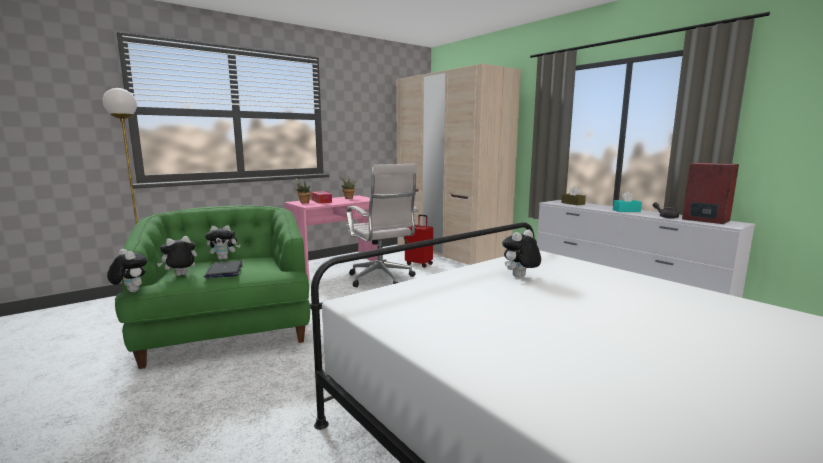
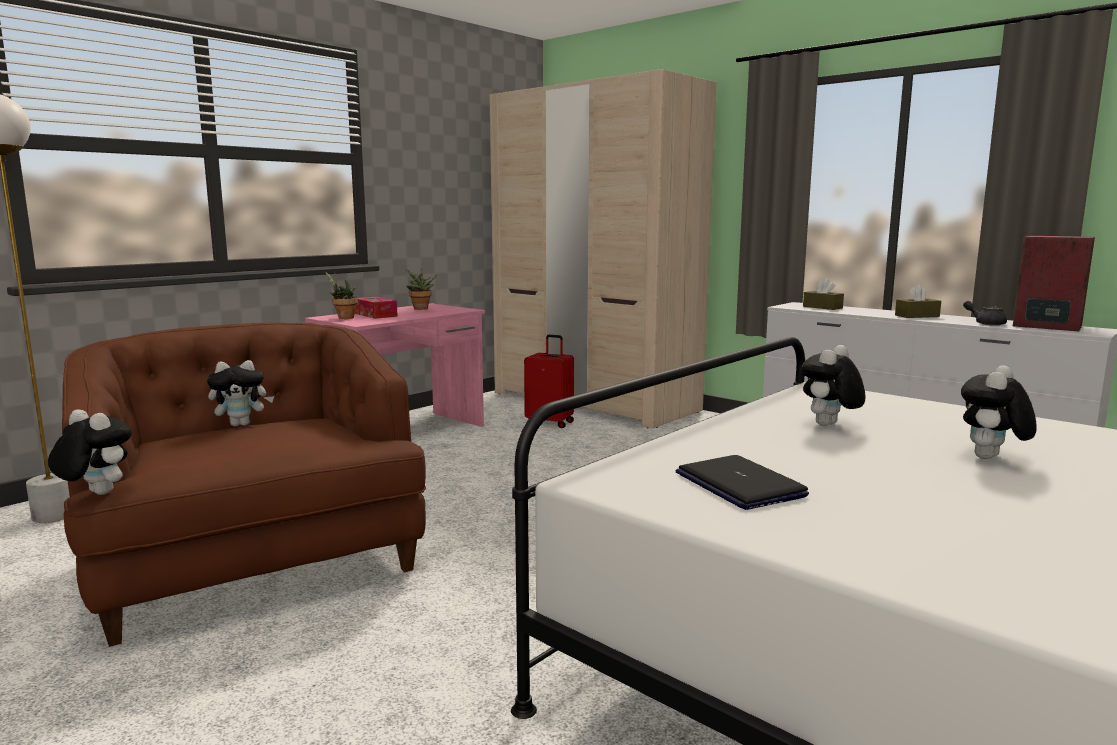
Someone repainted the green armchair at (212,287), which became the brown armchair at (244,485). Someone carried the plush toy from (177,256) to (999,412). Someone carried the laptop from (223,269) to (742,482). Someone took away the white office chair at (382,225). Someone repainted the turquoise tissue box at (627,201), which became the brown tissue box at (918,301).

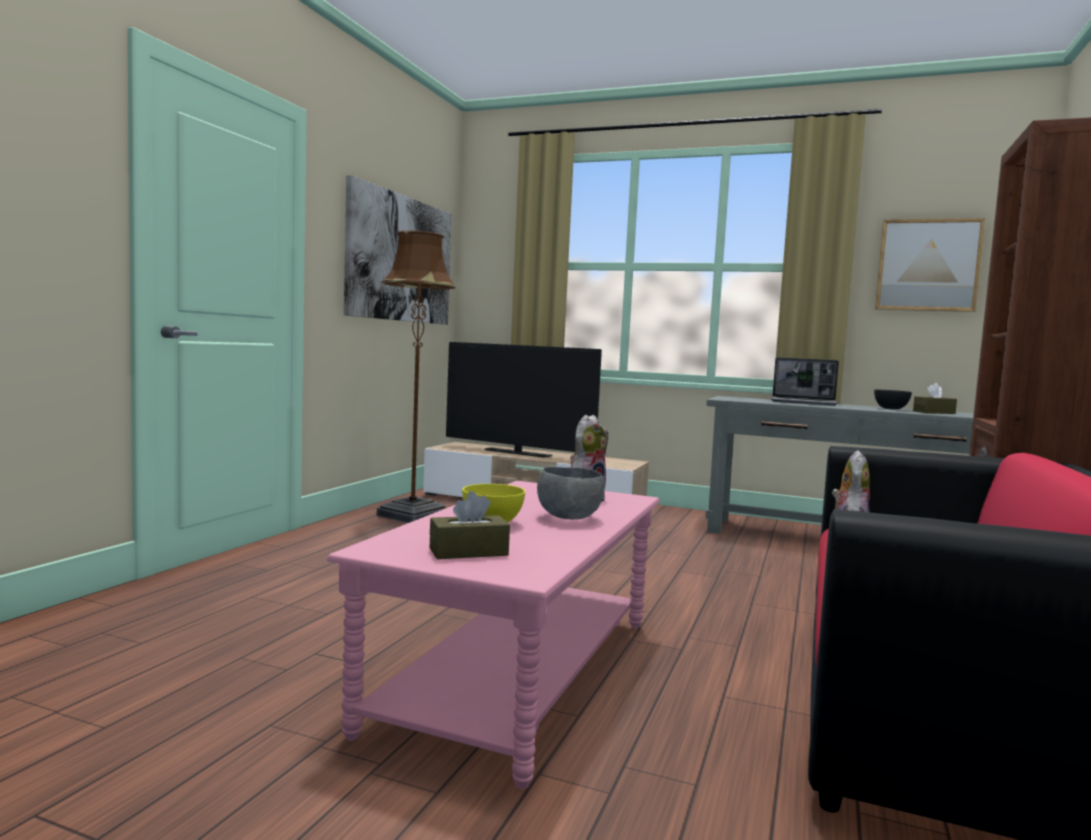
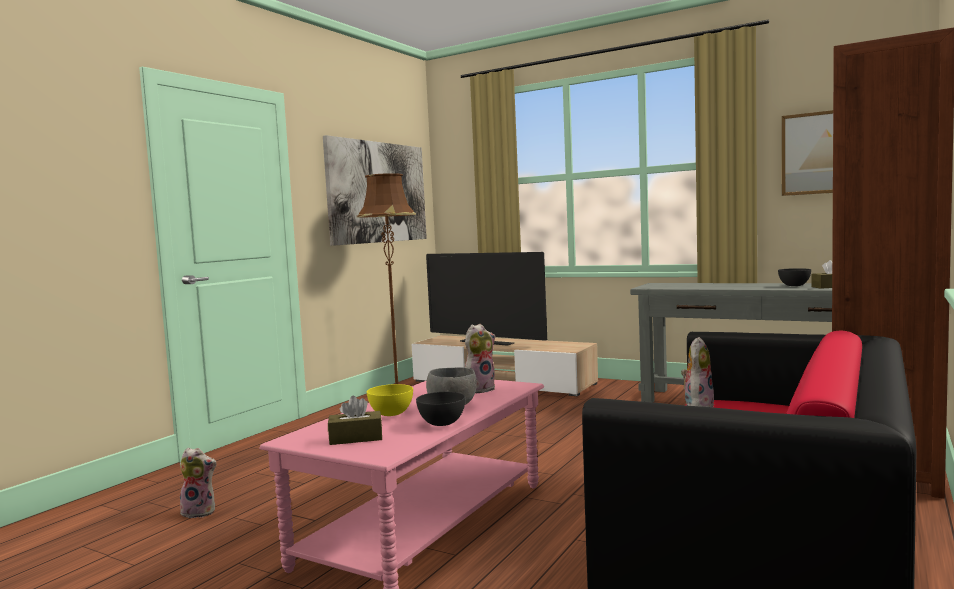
Someone took away the laptop at (805,381). Someone put down the plush toy at (198,483). Someone put down the grey bowl at (440,409).

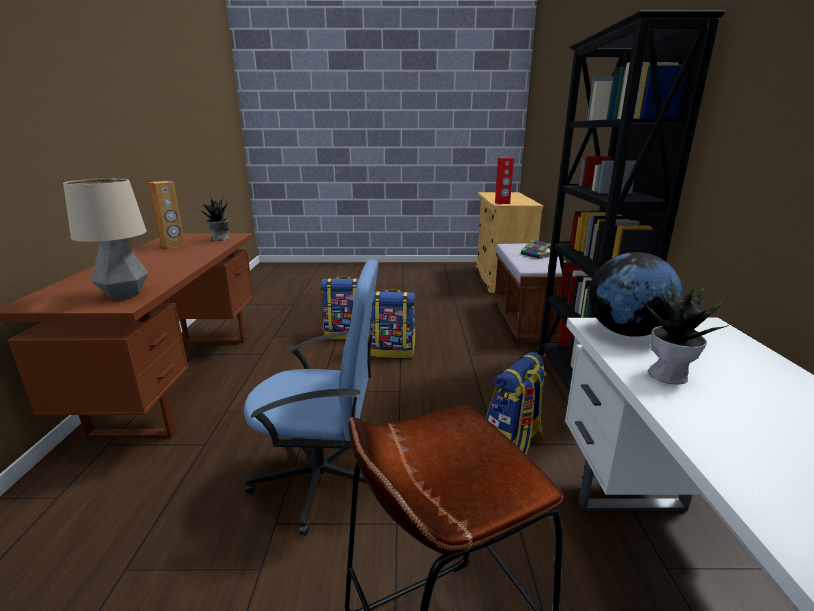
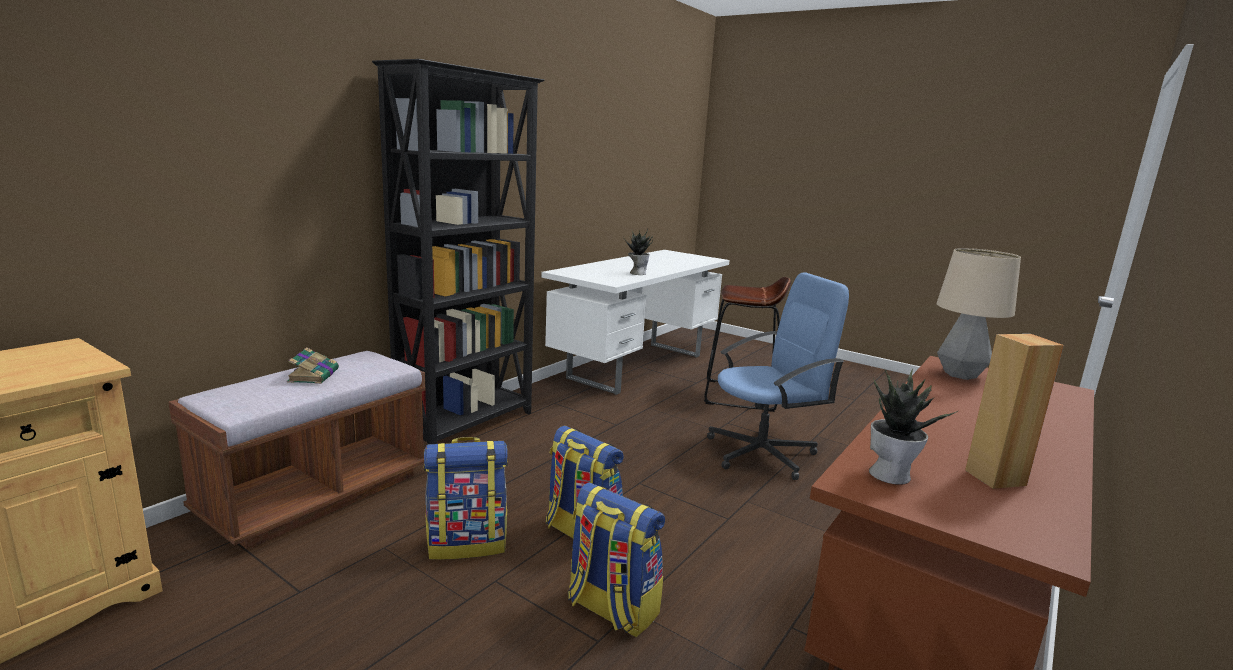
Someone rotated the blue office chair at (311,398) by 120 degrees clockwise. Someone carried the backpack from (516,403) to (466,498). Someone took away the red speaker at (504,181). Someone took away the globe at (636,294).

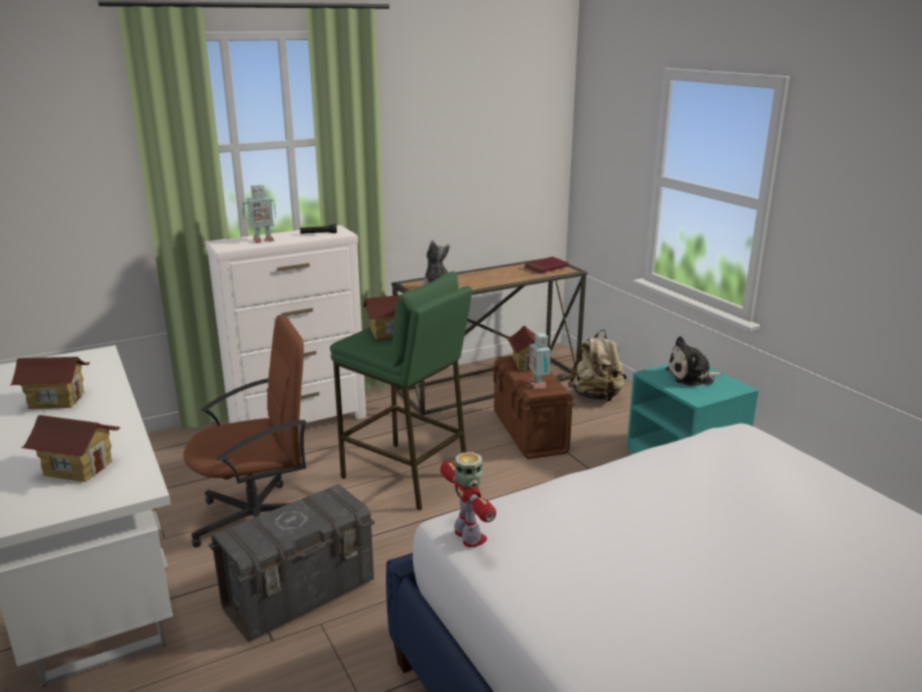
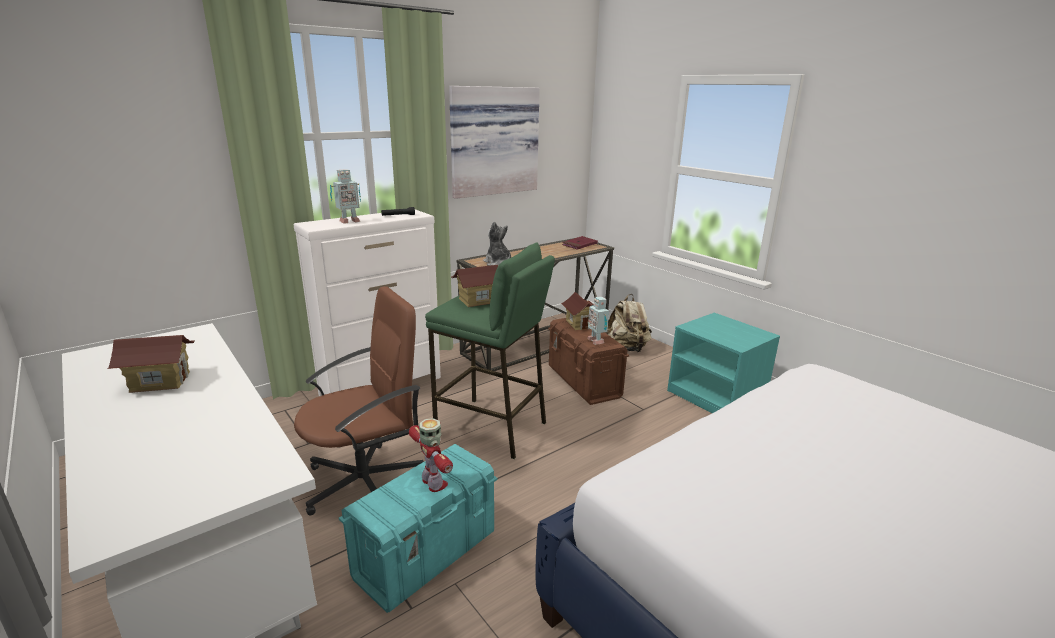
Someone took away the toy house at (71,448). Someone repainted the grey storage box at (292,563), which became the turquoise storage box at (418,528). Someone carried the toy robot from (468,499) to (431,455). Someone took away the plush toy at (694,361). Someone put up the picture at (494,142).

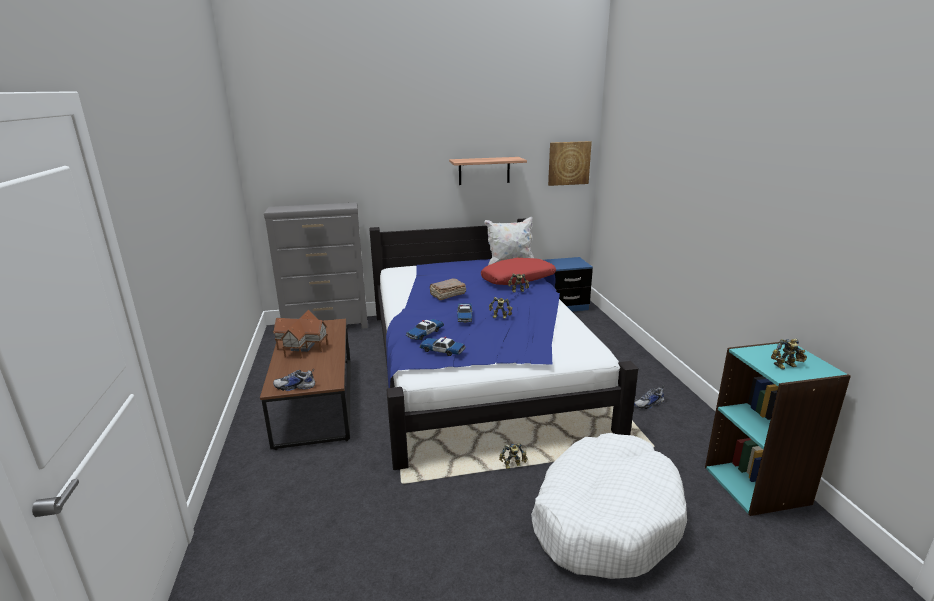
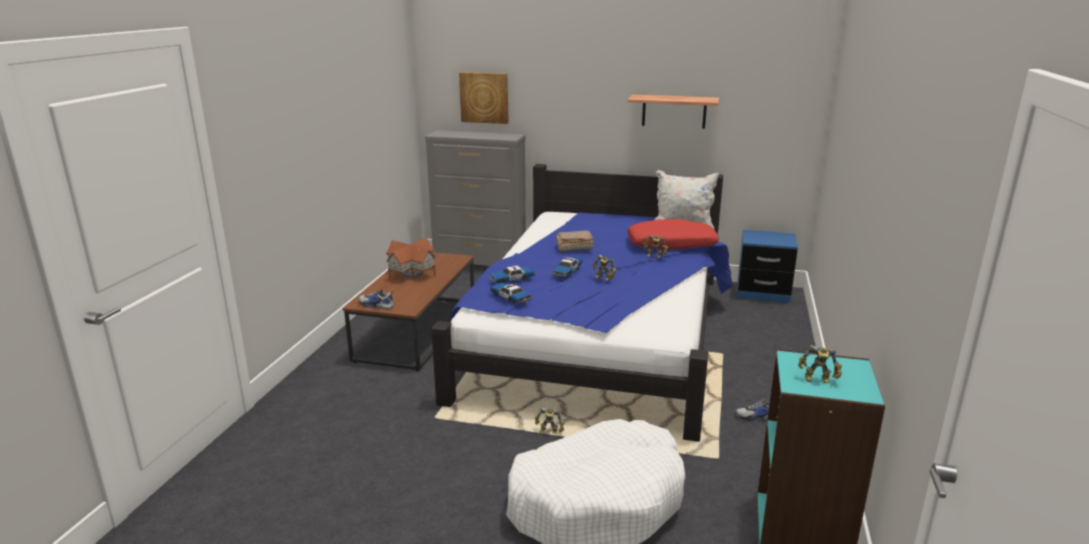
Someone carried the picture from (570,163) to (484,98).

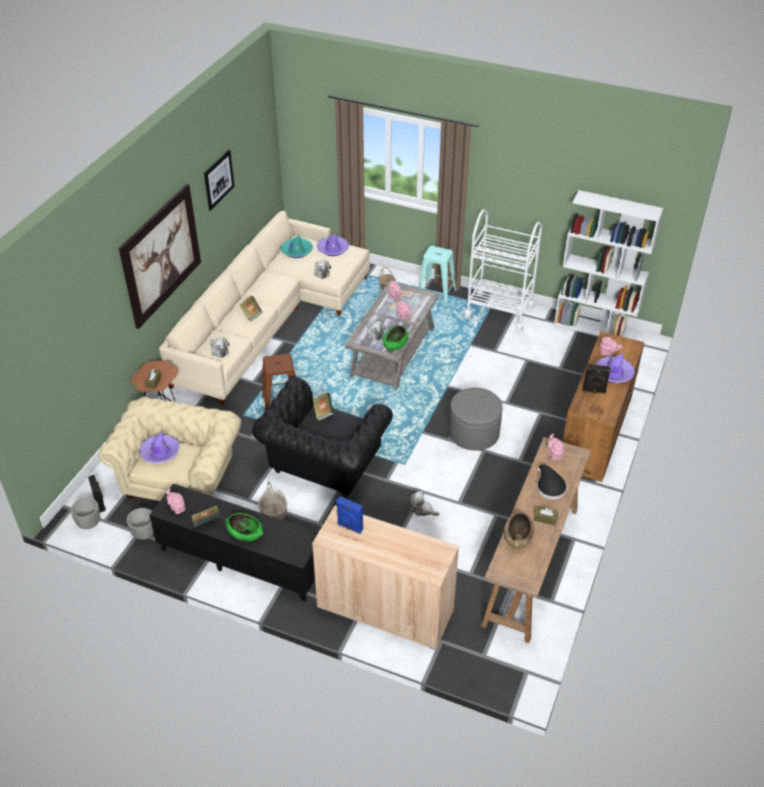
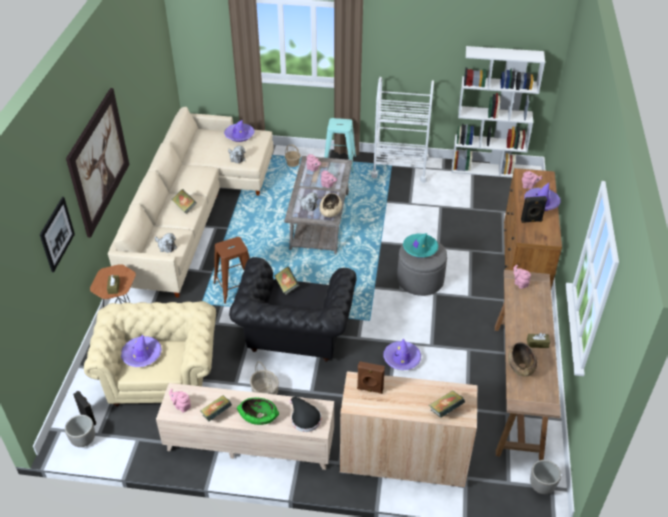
Someone carried the planter from (140,524) to (545,477). Someone repainted the black tv stand at (234,542), which became the beige tv stand at (245,426). Someone carried the picture from (219,180) to (57,234). Someone carried the turquoise hat from (297,247) to (421,245). Someone repainted the blue speaker at (349,515), which became the brown speaker at (371,377). Someone repainted the green bowl at (395,337), which became the beige bowl at (330,205). Someone swapped the plush toy at (425,503) for the purple hat at (402,354). Someone carried the black hat from (552,482) to (305,414). Someone put down the book at (447,404).

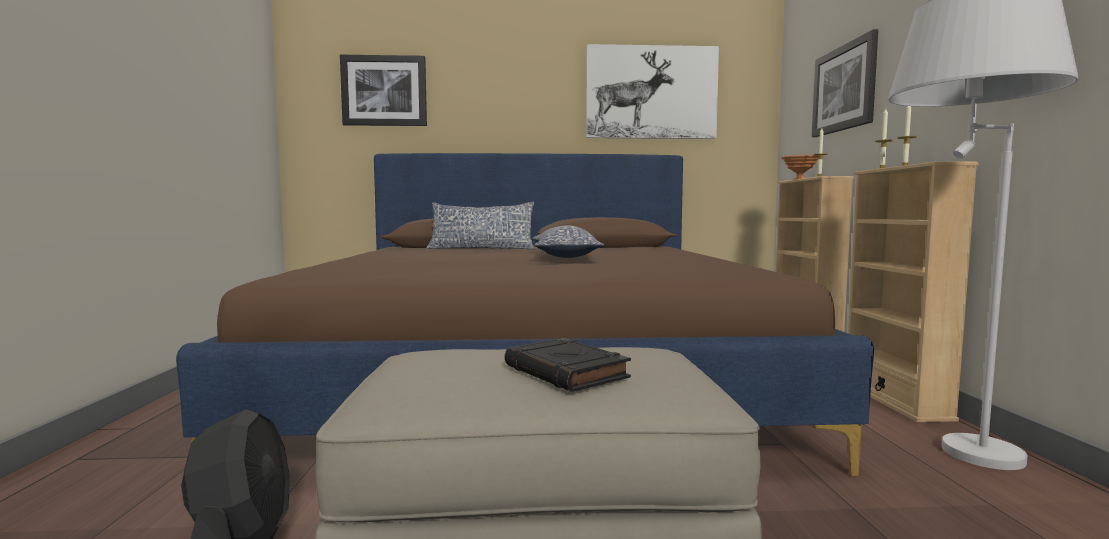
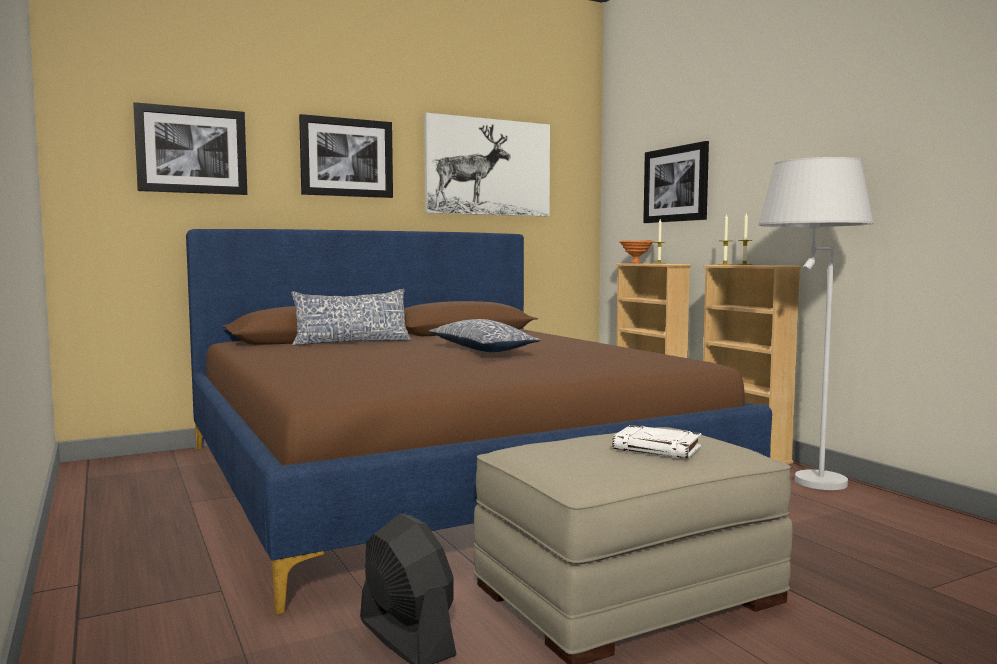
Someone repainted the black book at (568,365), which became the white book at (657,441). Someone put up the picture at (346,156).

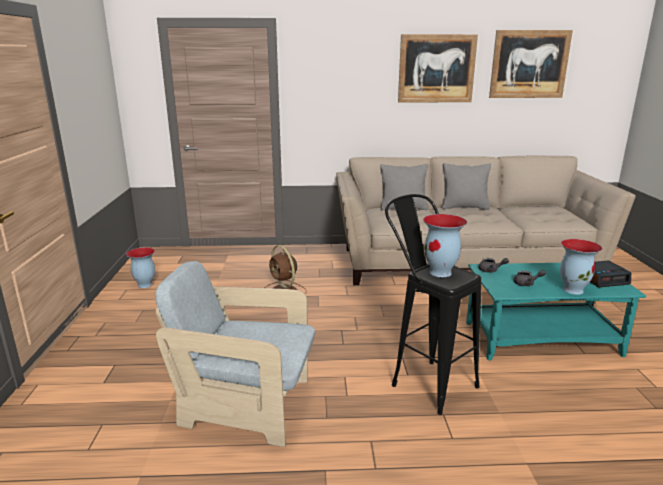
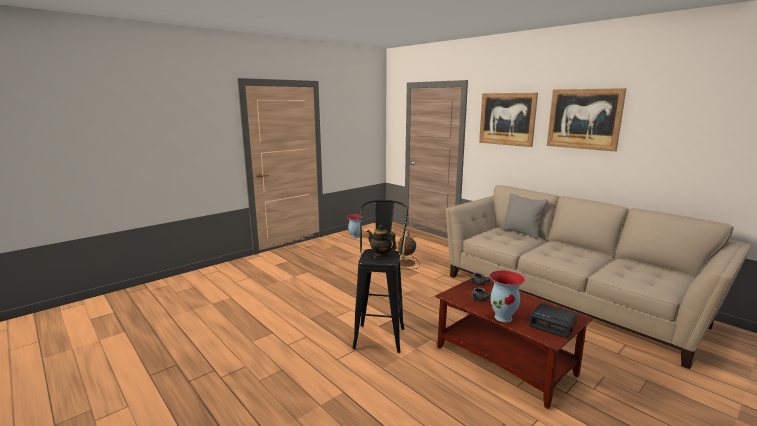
Someone took away the beige armchair at (235,354). Someone swapped the vase at (445,245) for the teapot at (382,241). Someone took away the grey pillow at (466,186). Someone repainted the turquoise coffee table at (556,311), which became the brown coffee table at (514,344). Someone carried the picture from (531,64) to (508,120).

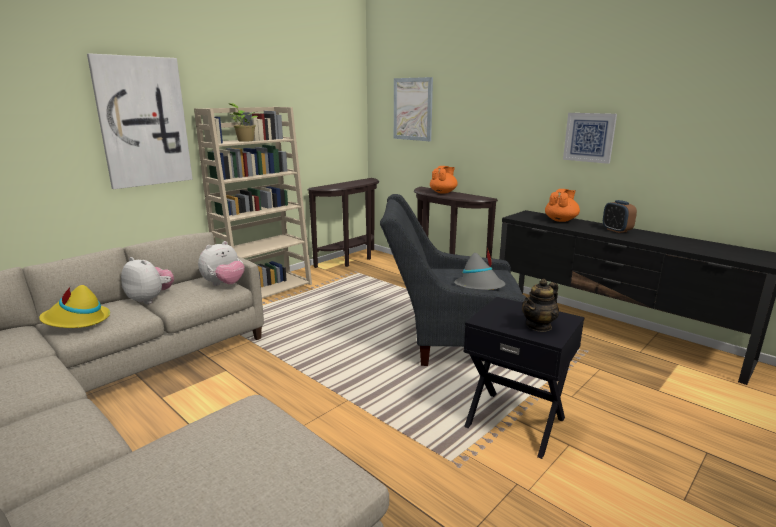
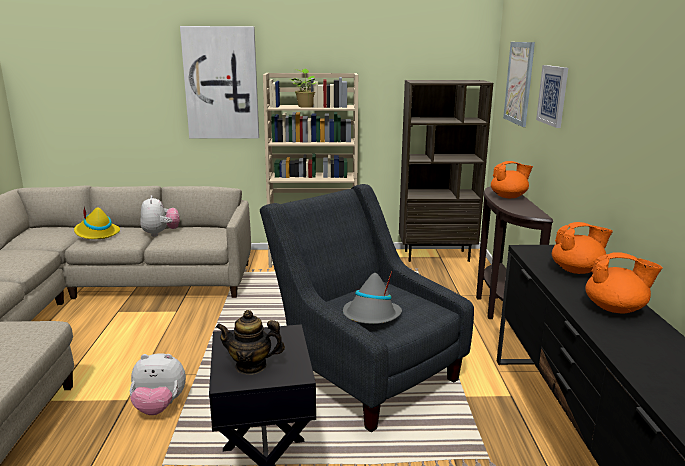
Someone carried the plush toy from (221,263) to (158,384). Someone swapped the brown console table at (343,223) for the brown bookcase at (446,171). Someone carried the picture from (590,138) to (552,96). Someone swapped the alarm clock at (620,216) for the orange teapot at (624,282).

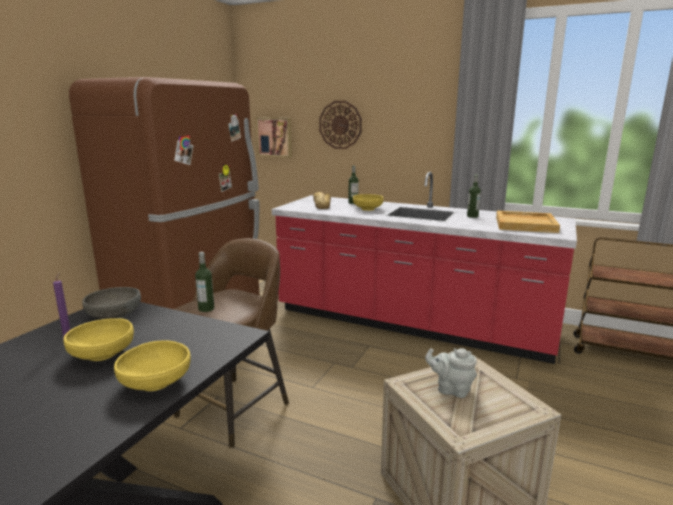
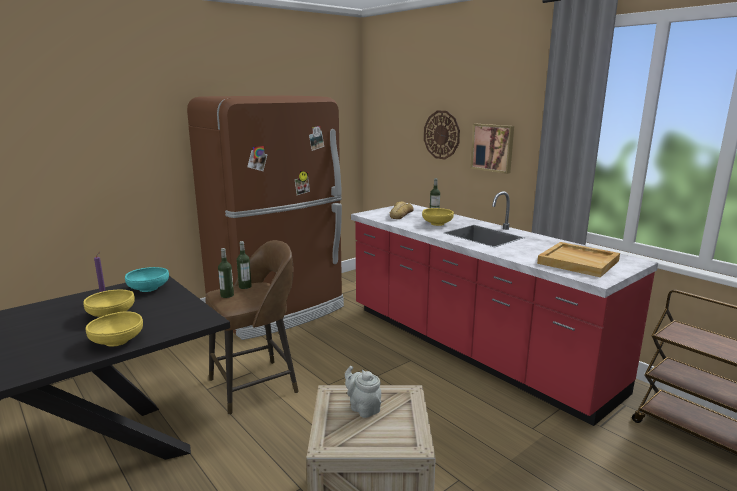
Someone repainted the grey bowl at (111,303), which became the turquoise bowl at (147,279). Someone carried the picture from (274,137) to (492,149). Someone carried the bottle from (474,196) to (244,265).

